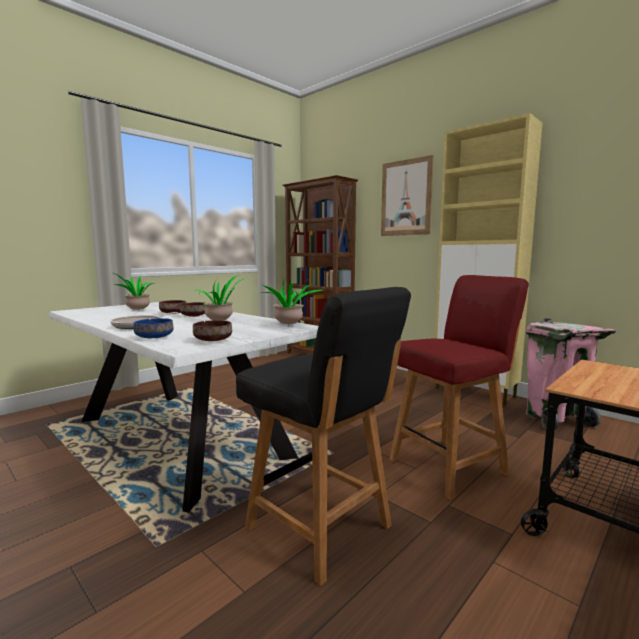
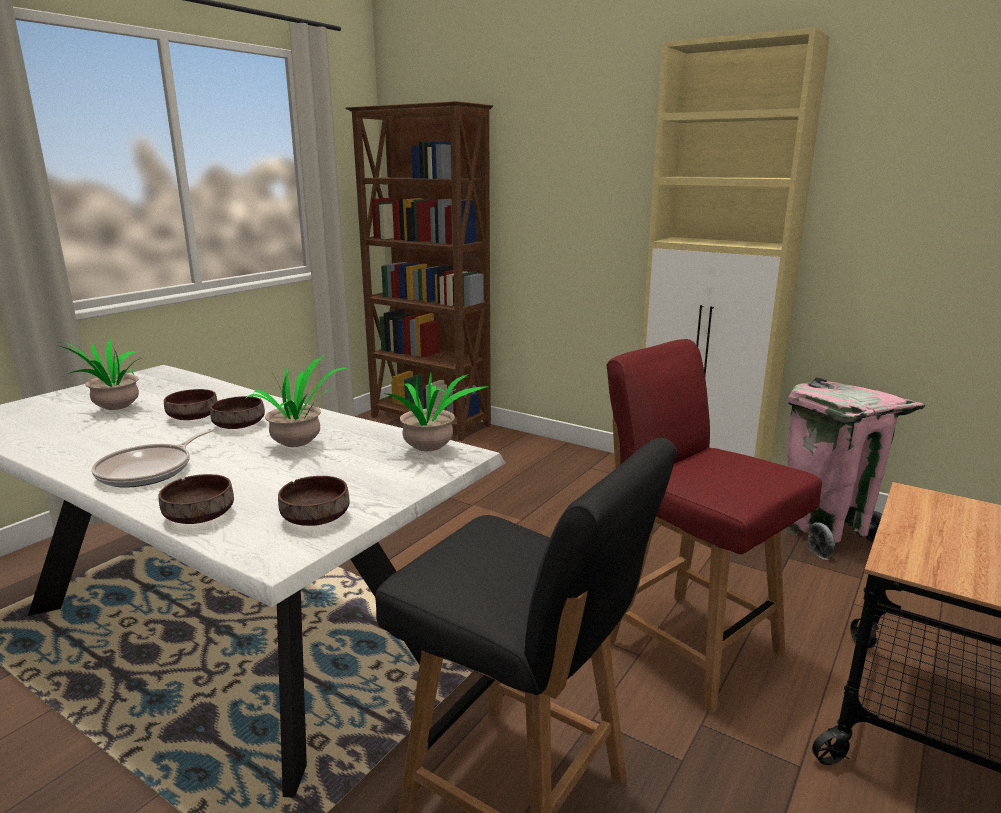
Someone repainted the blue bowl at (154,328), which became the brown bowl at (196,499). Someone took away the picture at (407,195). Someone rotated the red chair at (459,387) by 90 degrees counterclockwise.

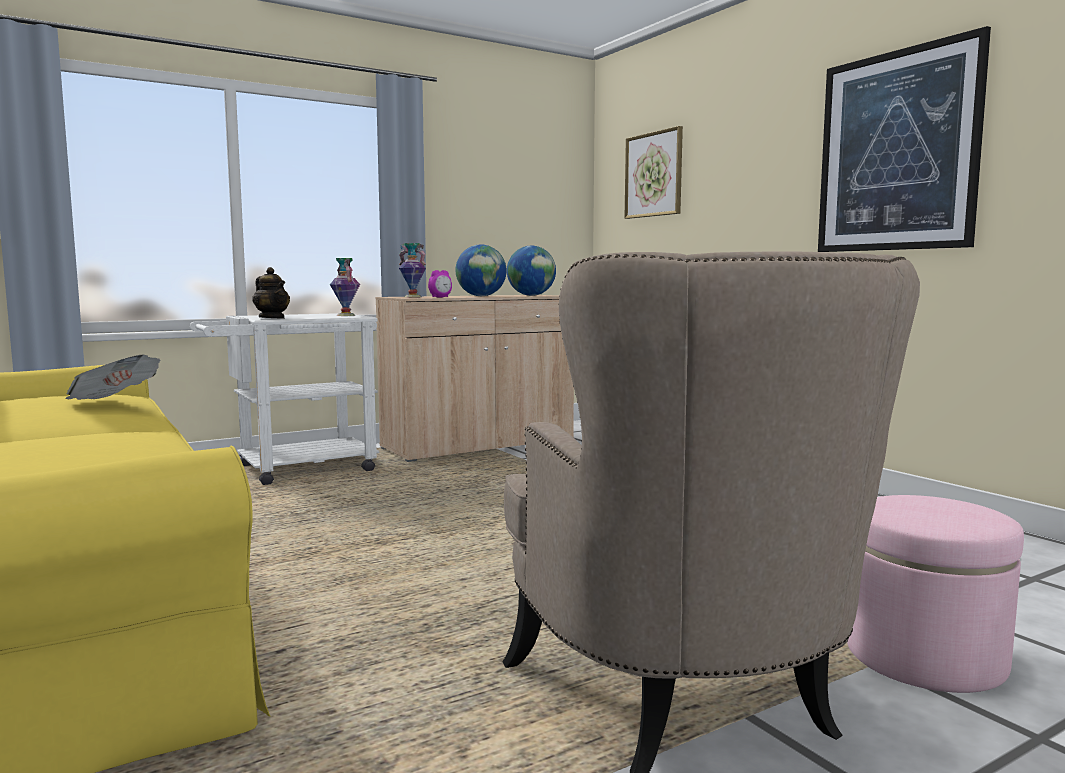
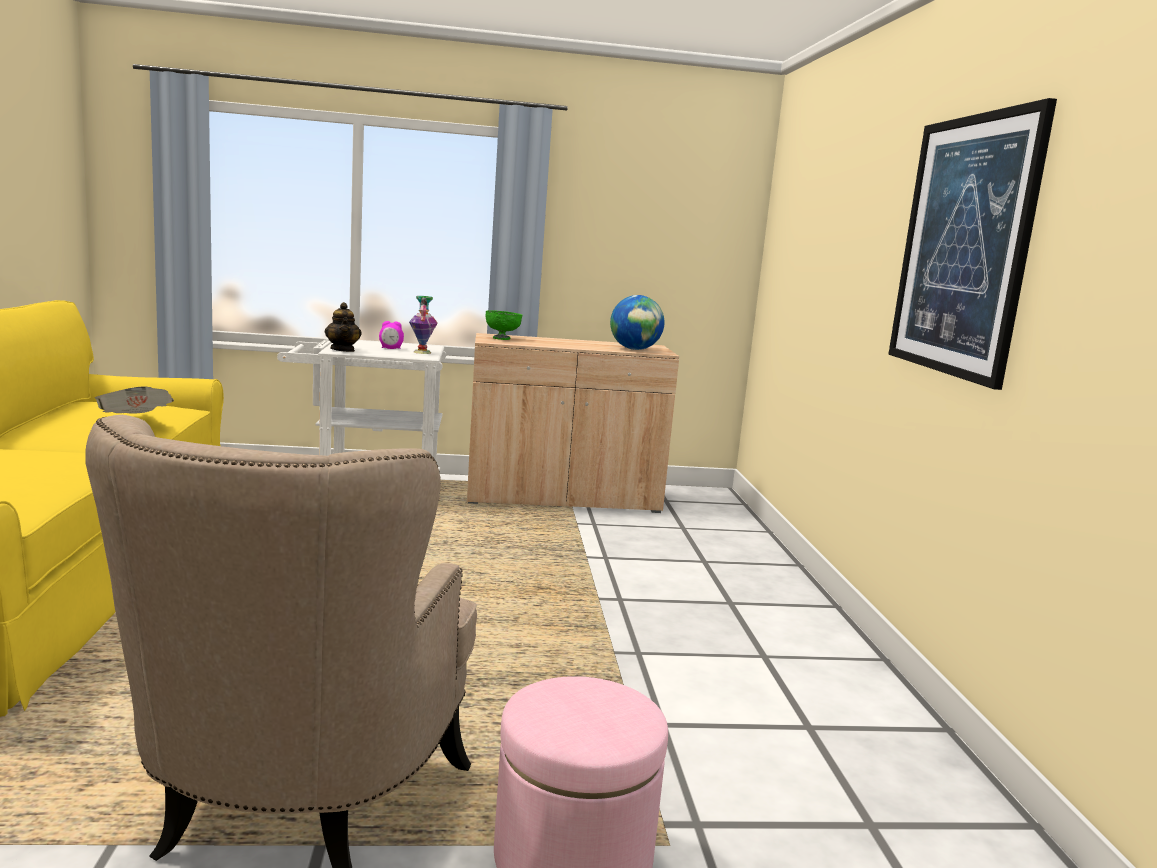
Someone swapped the vase at (412,270) for the green bowl at (503,325). Someone carried the alarm clock from (440,284) to (391,335). Someone took away the globe at (481,270). Someone took away the picture at (654,172).

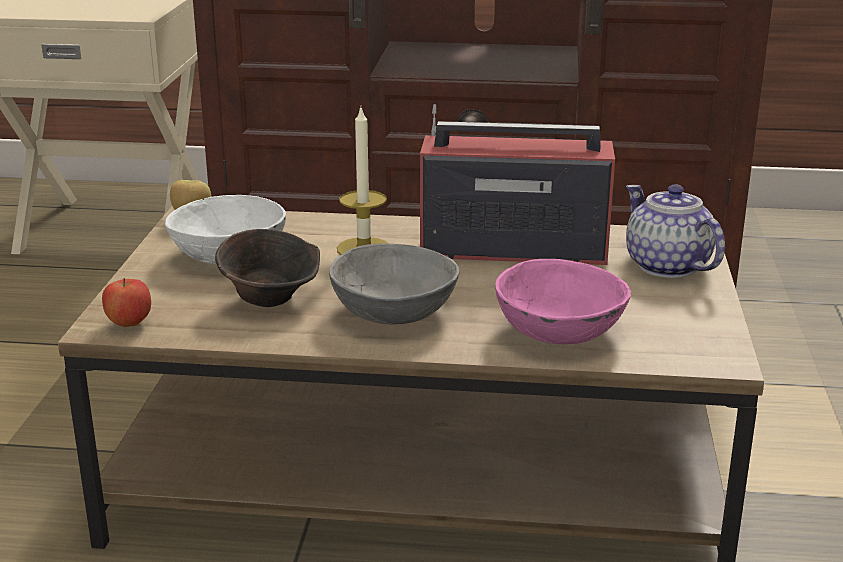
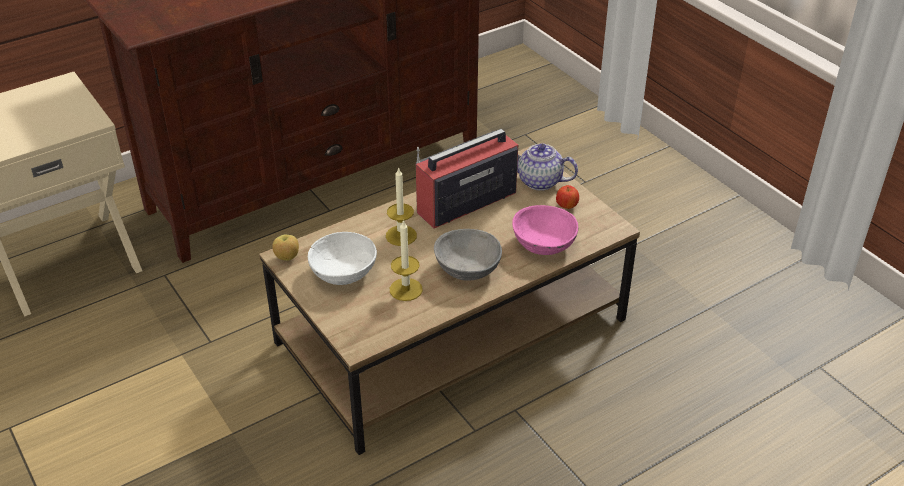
Someone carried the apple from (126,302) to (567,197). Someone swapped the brown bowl at (267,268) for the candle at (406,260).

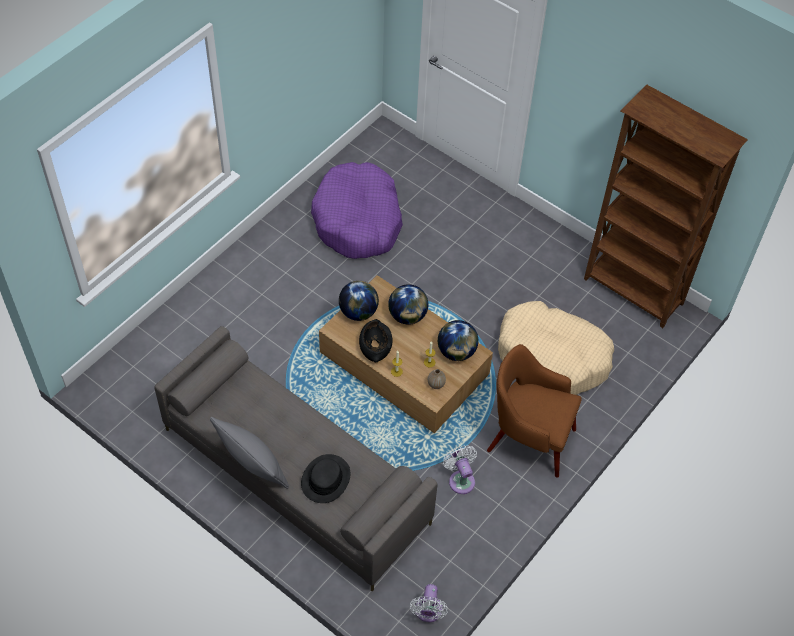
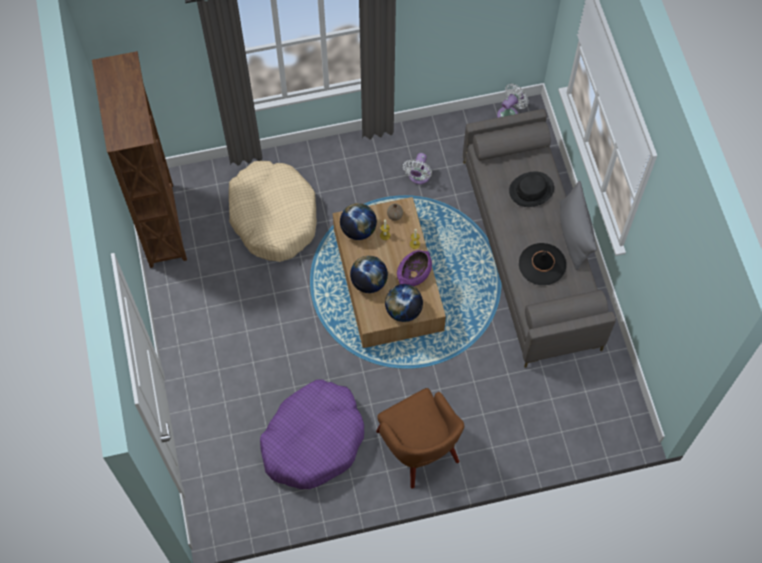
Someone repainted the black bowl at (376,340), which became the purple bowl at (414,268). Someone carried the brown armchair from (534,411) to (420,438). Someone put down the black hat at (542,264).

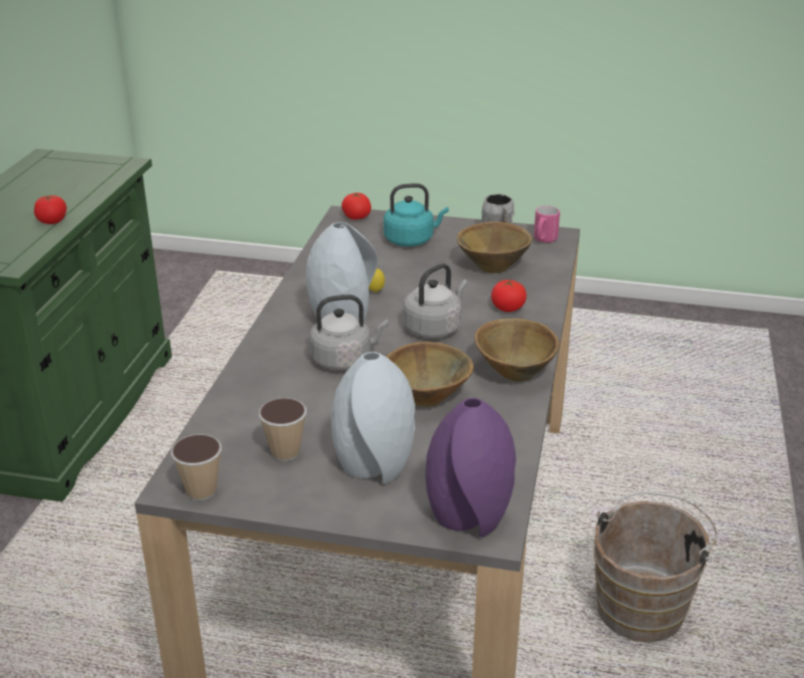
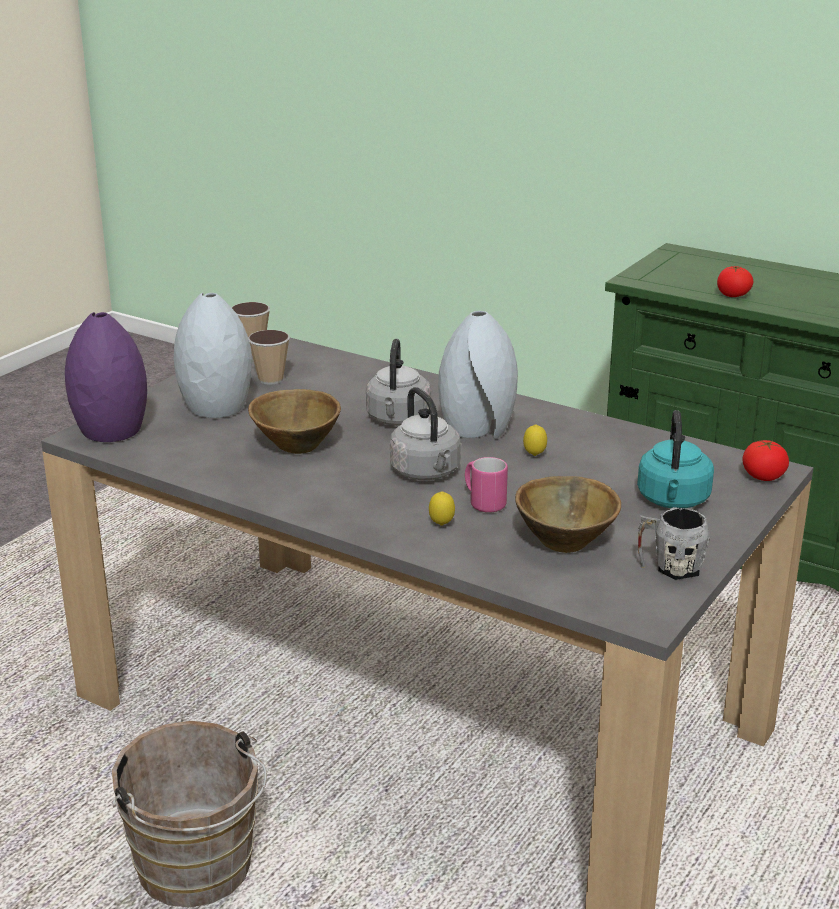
Someone took away the brown bowl at (517,350). Someone swapped the tomato at (509,296) for the lemon at (442,508). Someone carried the pink mug from (547,224) to (486,485).

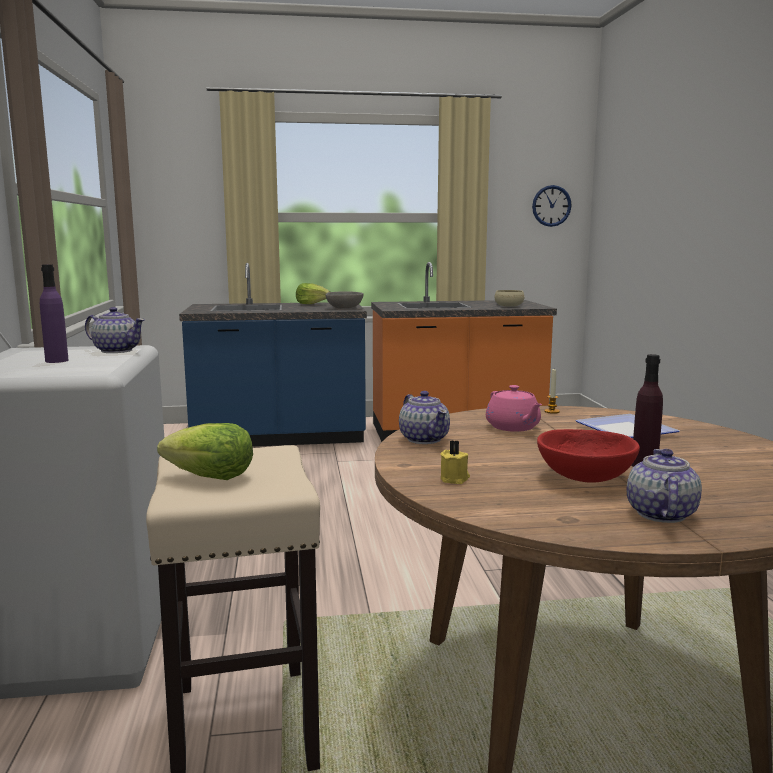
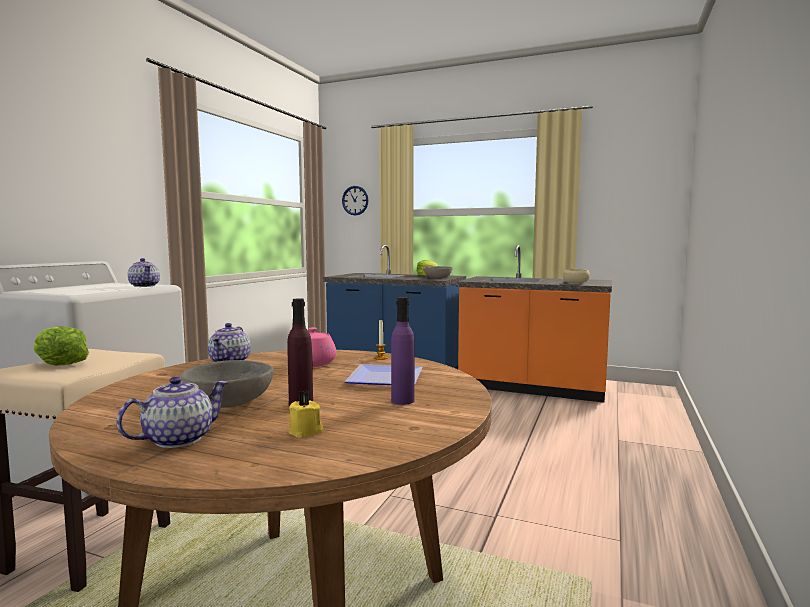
Someone carried the purple bottle from (54,313) to (403,351). Someone carried the yellow candle from (455,462) to (306,414). Someone carried the wall clock from (552,206) to (355,201). Someone repainted the red bowl at (588,456), which became the grey bowl at (227,384).

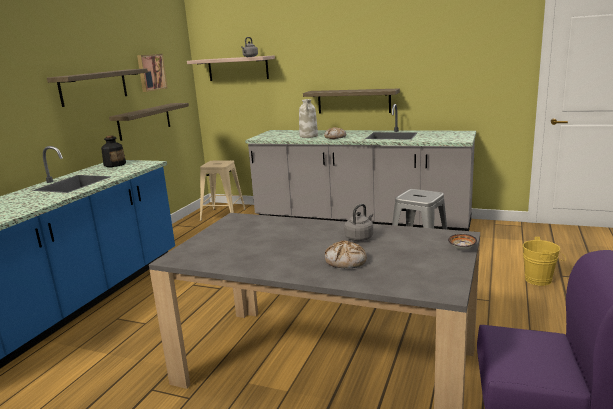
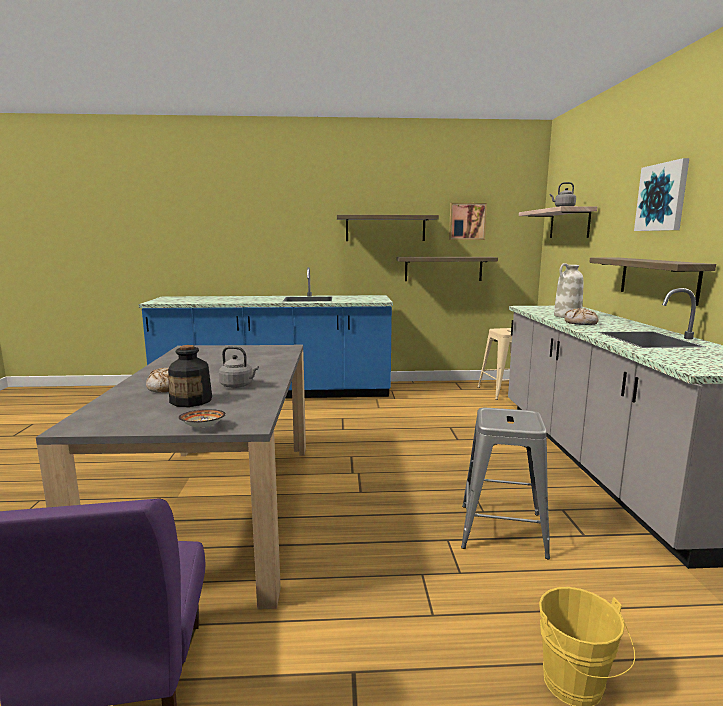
Someone carried the bottle from (113,151) to (190,376). Someone put up the picture at (661,194).

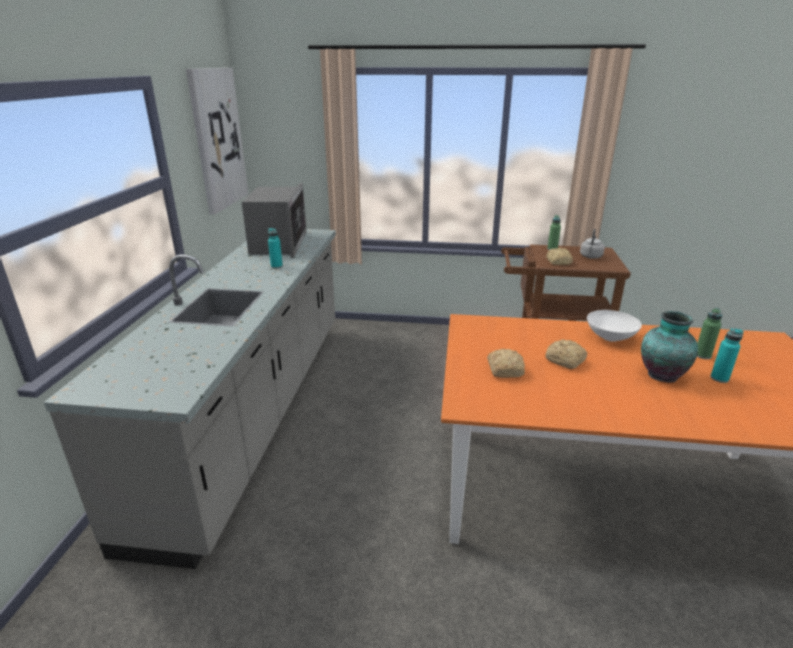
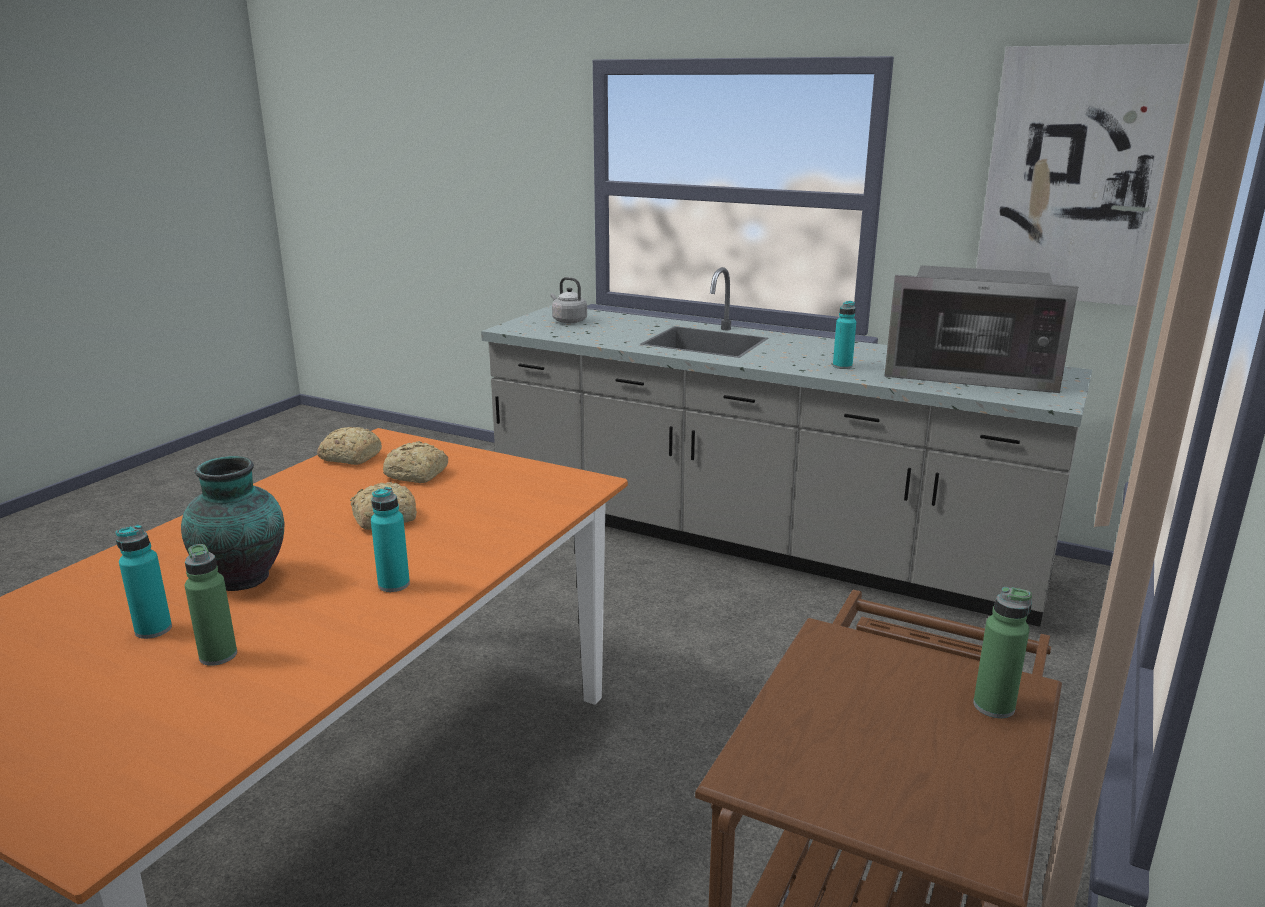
Someone carried the bread from (559,256) to (349,446). Someone carried the grey kettle from (592,243) to (568,300). Someone swapped the white bowl at (614,326) for the turquoise bottle at (390,539).

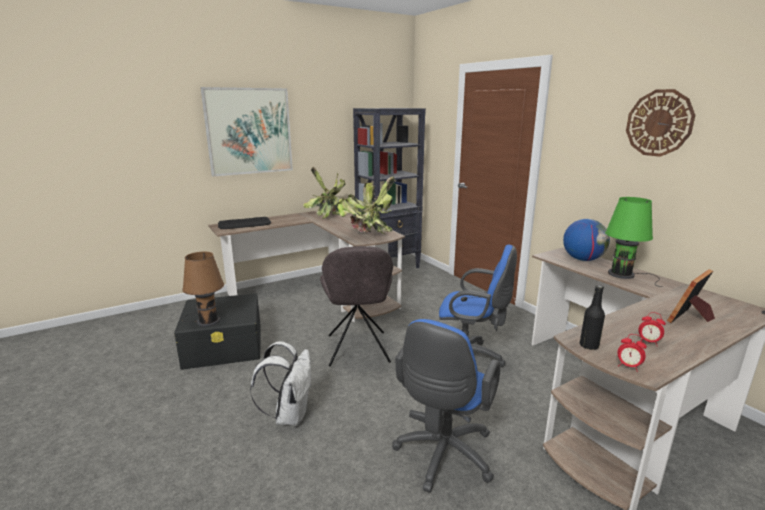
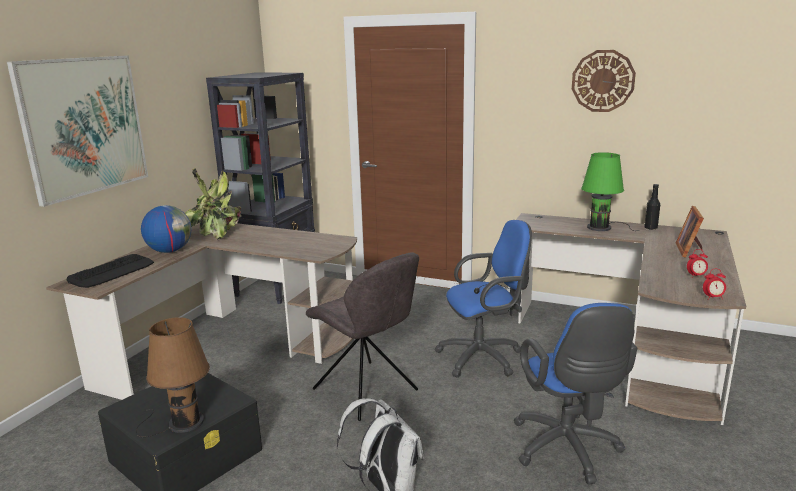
Someone took away the potted plant at (365,205). Someone carried the globe from (586,240) to (166,229). Someone carried the black bottle from (592,317) to (652,207).

